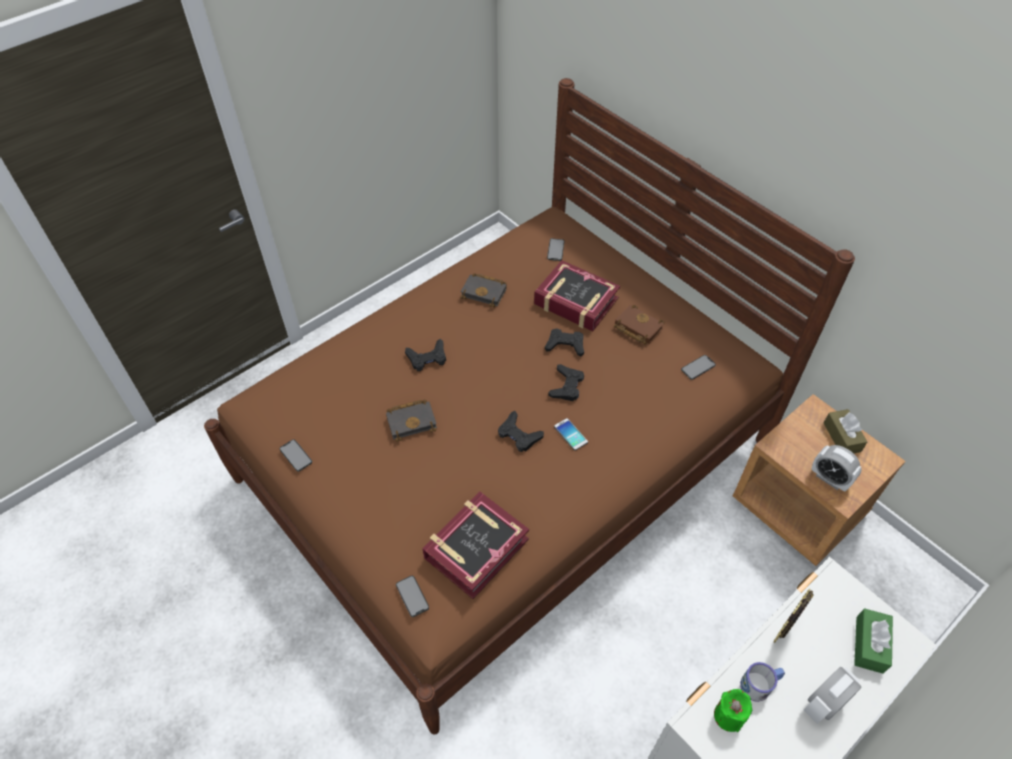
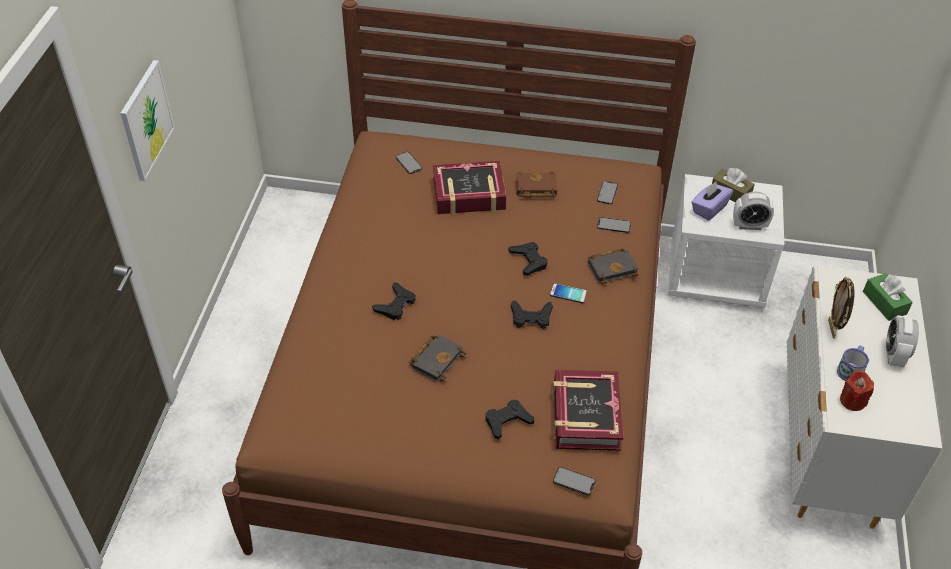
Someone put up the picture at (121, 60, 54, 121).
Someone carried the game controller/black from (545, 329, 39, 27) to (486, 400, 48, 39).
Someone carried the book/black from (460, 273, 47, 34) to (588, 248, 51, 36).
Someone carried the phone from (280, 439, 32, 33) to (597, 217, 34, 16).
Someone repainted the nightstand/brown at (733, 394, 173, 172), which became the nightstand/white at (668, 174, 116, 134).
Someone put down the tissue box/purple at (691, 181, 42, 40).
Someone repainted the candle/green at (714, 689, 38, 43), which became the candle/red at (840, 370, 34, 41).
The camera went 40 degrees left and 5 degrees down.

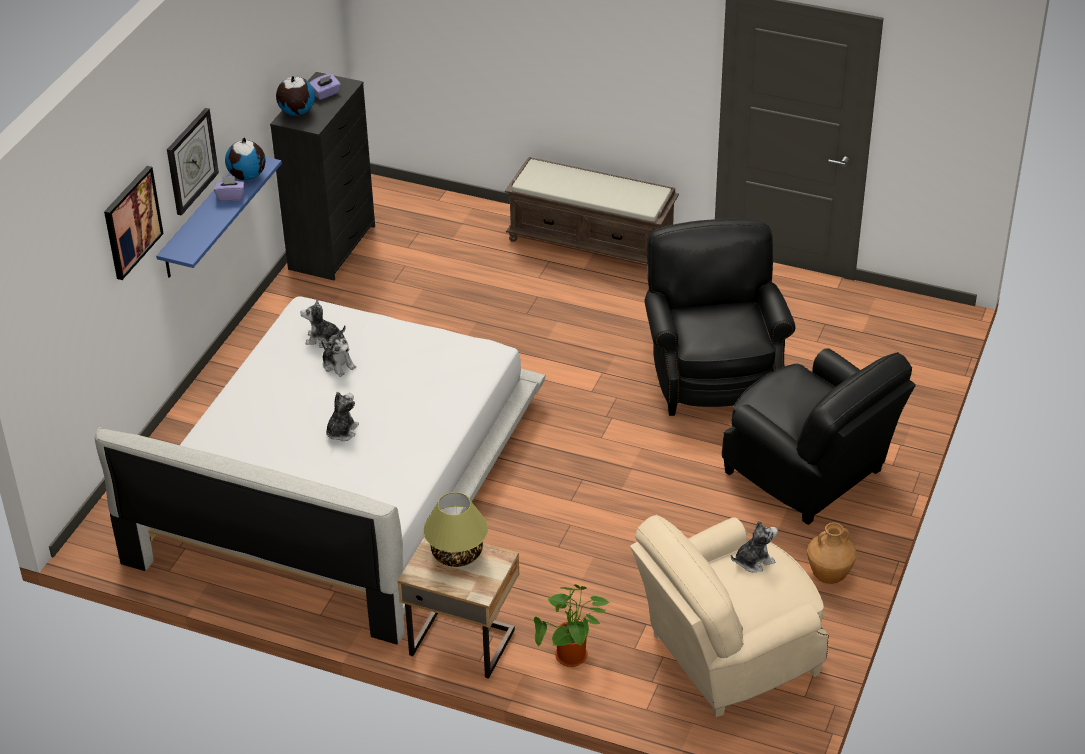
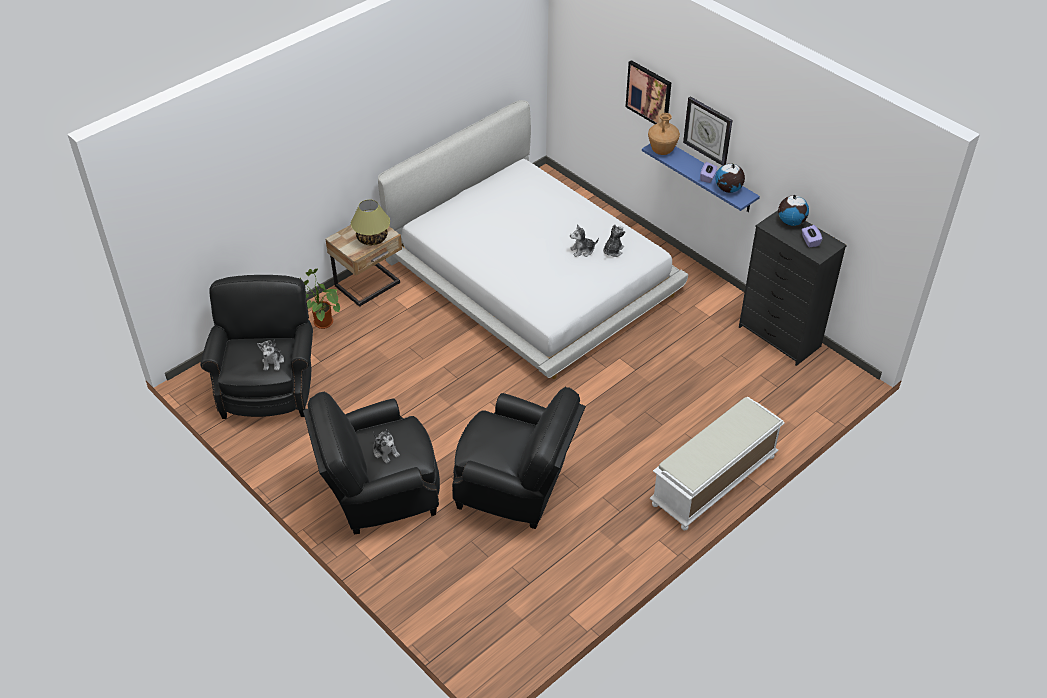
Someone repainted the armchair/beige at (630, 515, 199, 202), which became the armchair/black at (200, 275, 113, 144).
Someone carried the plush toy from (326, 392, 33, 49) to (373, 429, 27, 35).
Someone carried the vase/brown from (807, 522, 50, 62) to (648, 113, 32, 42).
Someone repainted the bench/brown at (505, 157, 174, 107), which became the bench/white at (650, 397, 135, 133).
The camera went 115 degrees right and 5 degrees up.

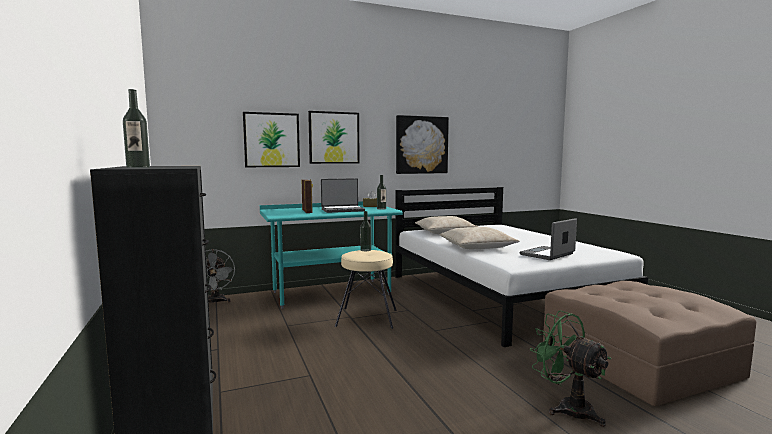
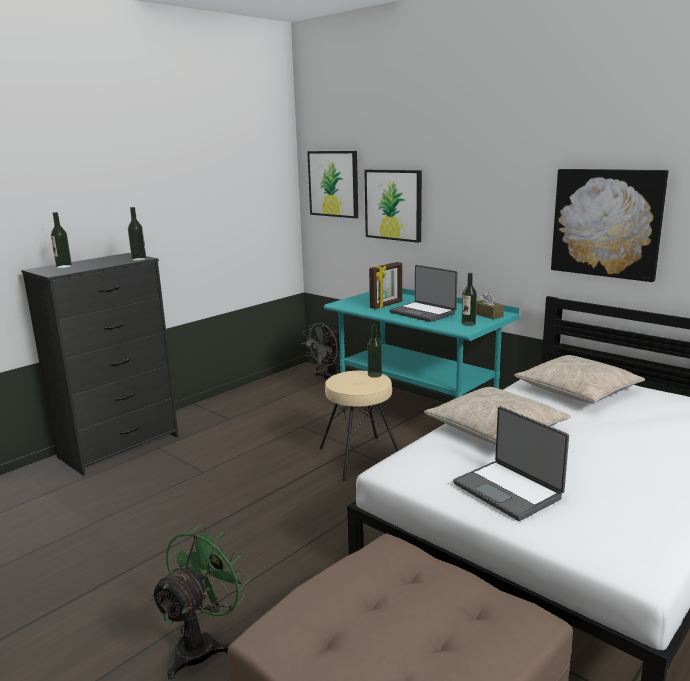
Someone put down the bottle at (128, 207, 18, 54).
Someone carried the picture from (308, 111, 52, 53) to (307, 151, 51, 67).
Someone rotated the laptop at (520, 218, 57, 42) by 150 degrees counterclockwise.
The camera went 65 degrees right and 10 degrees up.

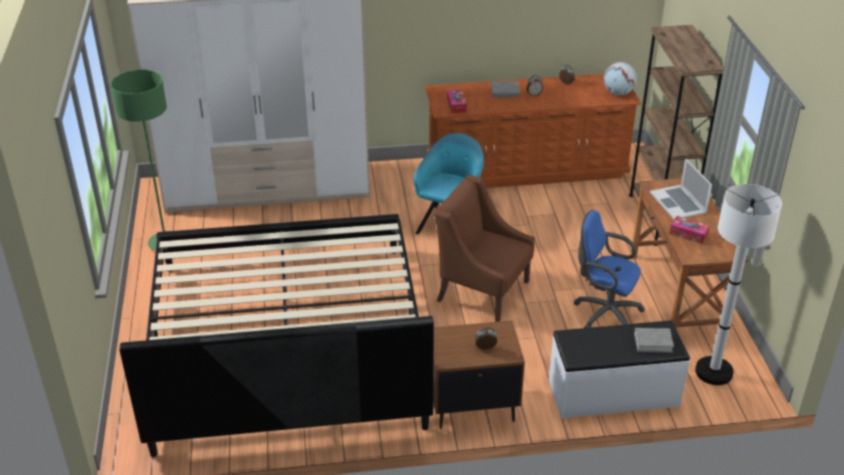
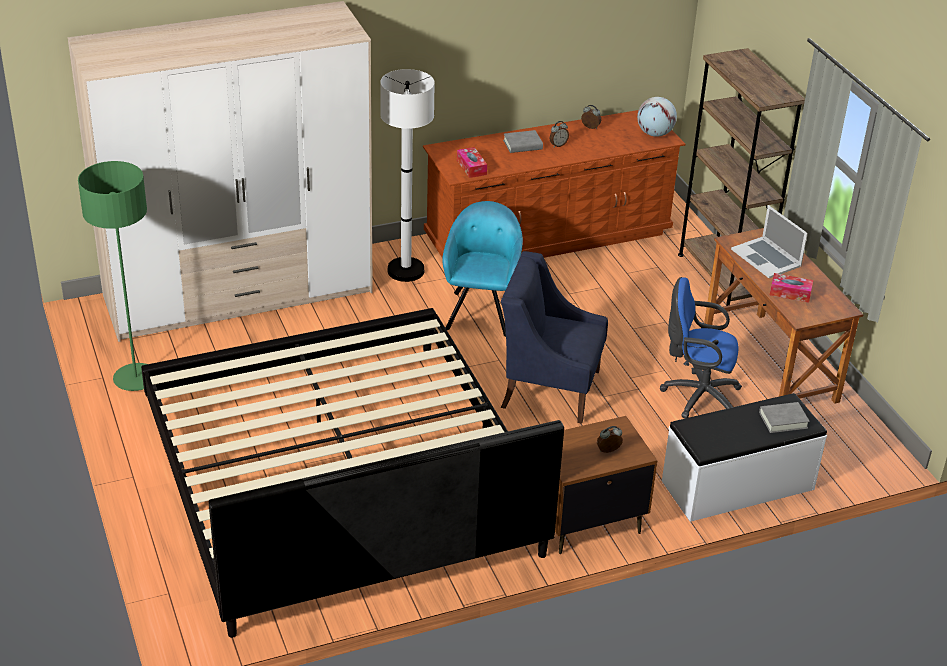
Someone carried the floor lamp/white from (695, 184, 87, 201) to (380, 69, 55, 213).
Someone repainted the armchair/brown at (434, 175, 101, 147), which became the armchair/blue at (501, 251, 107, 173).
The camera went 15 degrees left and 0 degrees up.

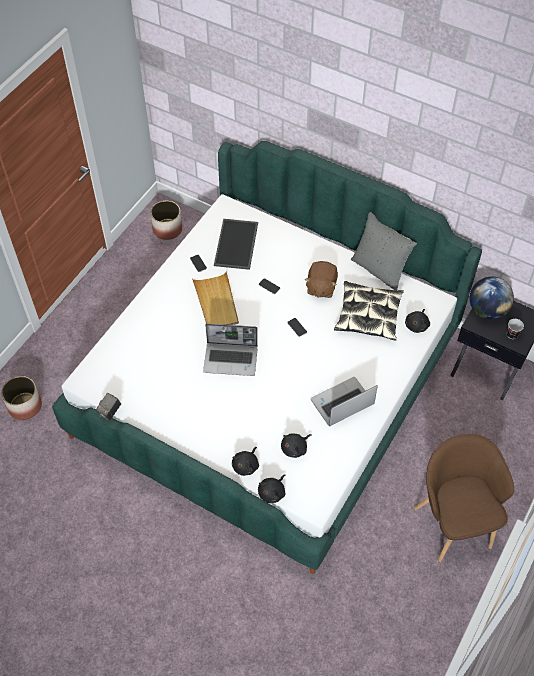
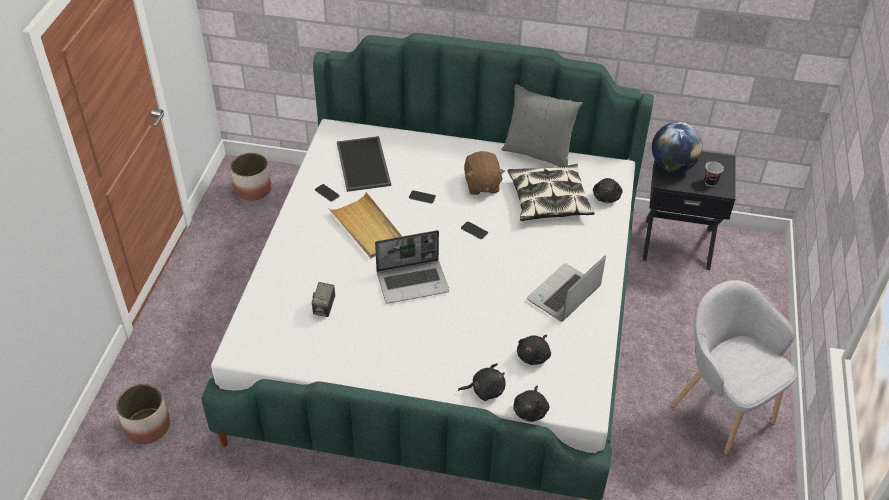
Someone carried the photo camera from (96, 393, 25, 28) to (312, 282, 23, 35).
Someone rotated the plush toy/black at (232, 447, 27, 29) by 105 degrees counterclockwise.
Someone repainted the armchair/brown at (414, 434, 100, 128), which became the armchair/grey at (670, 280, 127, 175).
The camera went 20 degrees left and 10 degrees down.

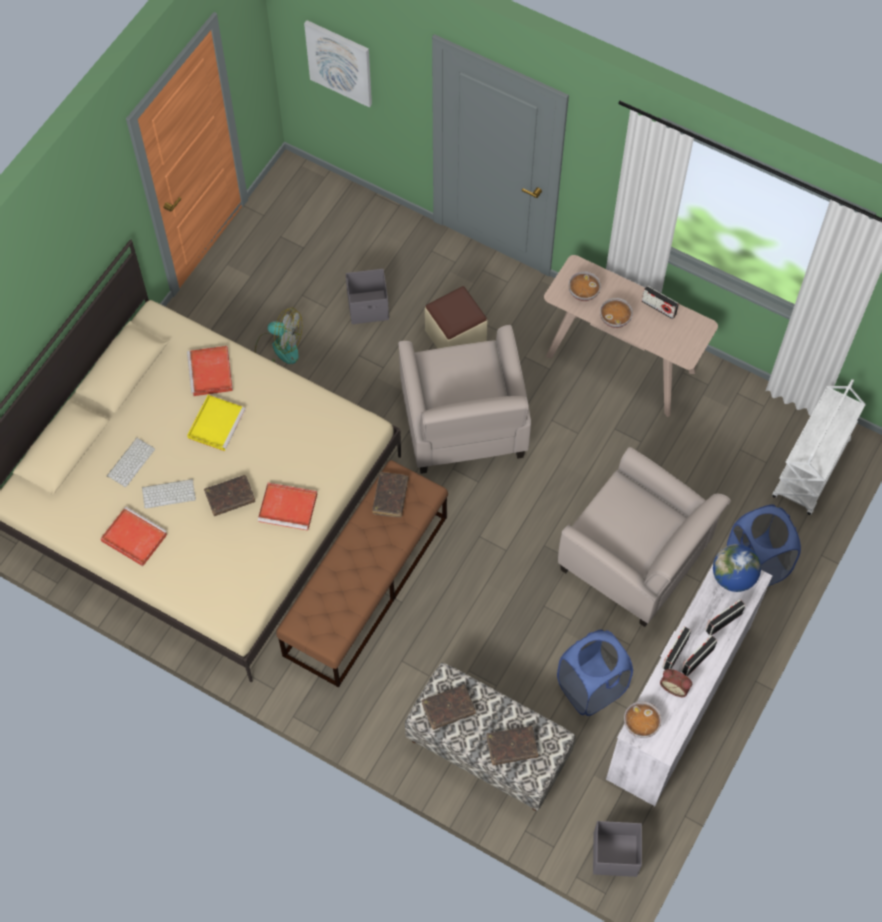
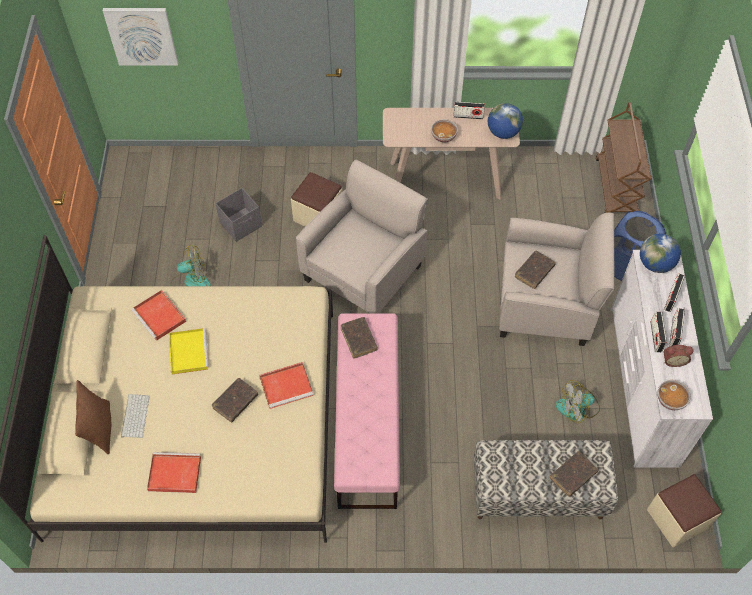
Someone put down the pillow/brown at (75, 380, 36, 75).
Someone rotated the armchair/beige at (398, 325, 133, 149) by 105 degrees counterclockwise.
Someone repainted the bench/brown at (276, 460, 172, 228), which became the bench/pink at (334, 313, 66, 196).
Someone put down the globe at (488, 103, 35, 36).
Someone carried the book/brown from (422, 685, 54, 45) to (515, 251, 41, 38).
Someone swapped the laundry basket/blue at (557, 630, 76, 86) for the fan at (556, 380, 44, 43).
Someone repainted the cart/white at (772, 379, 94, 136), which became the cart/brown at (596, 102, 55, 111).
Someone swapped the storage box/grey at (593, 821, 49, 56) for the ottoman/beige at (647, 474, 75, 74).
Someone took away the keyboard at (142, 479, 54, 30).
Someone took away the bowl at (568, 271, 33, 30).
The camera went 30 degrees left and 5 degrees down.

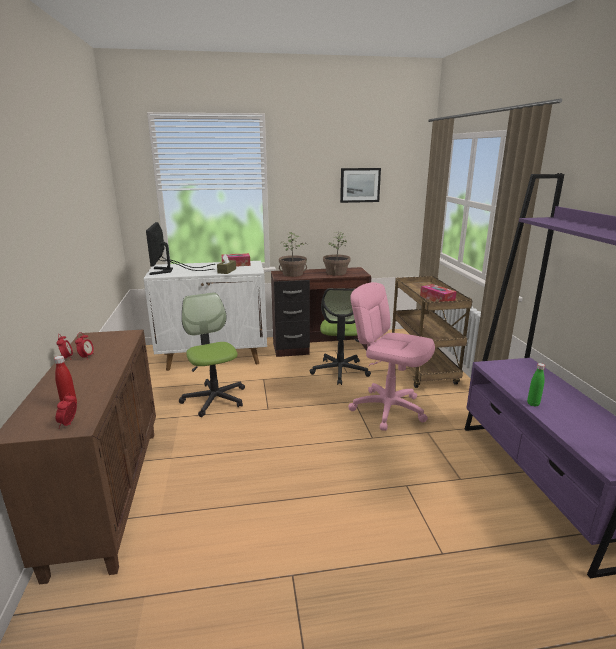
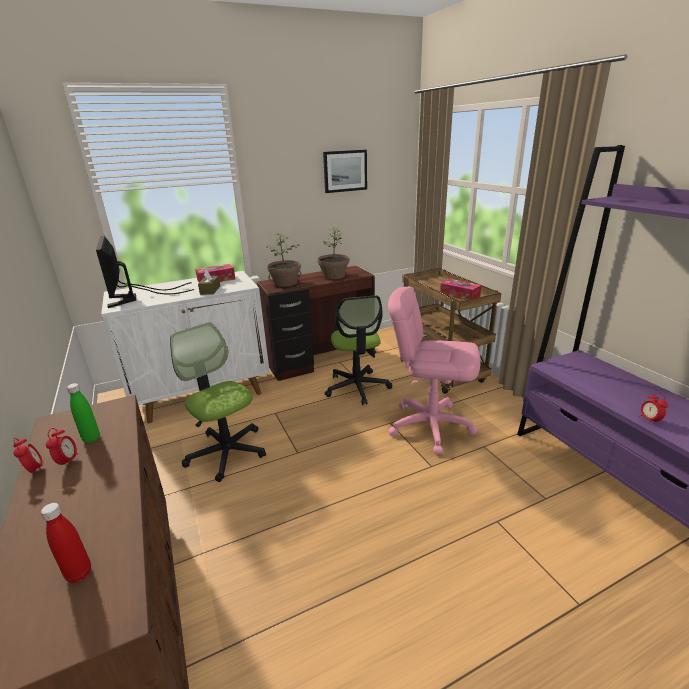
Someone carried the bottle/green from (527, 363, 18, 44) to (67, 383, 33, 60).
Someone carried the alarm clock from (56, 393, 21, 36) to (641, 393, 27, 32).
The camera went 15 degrees left and 5 degrees up.

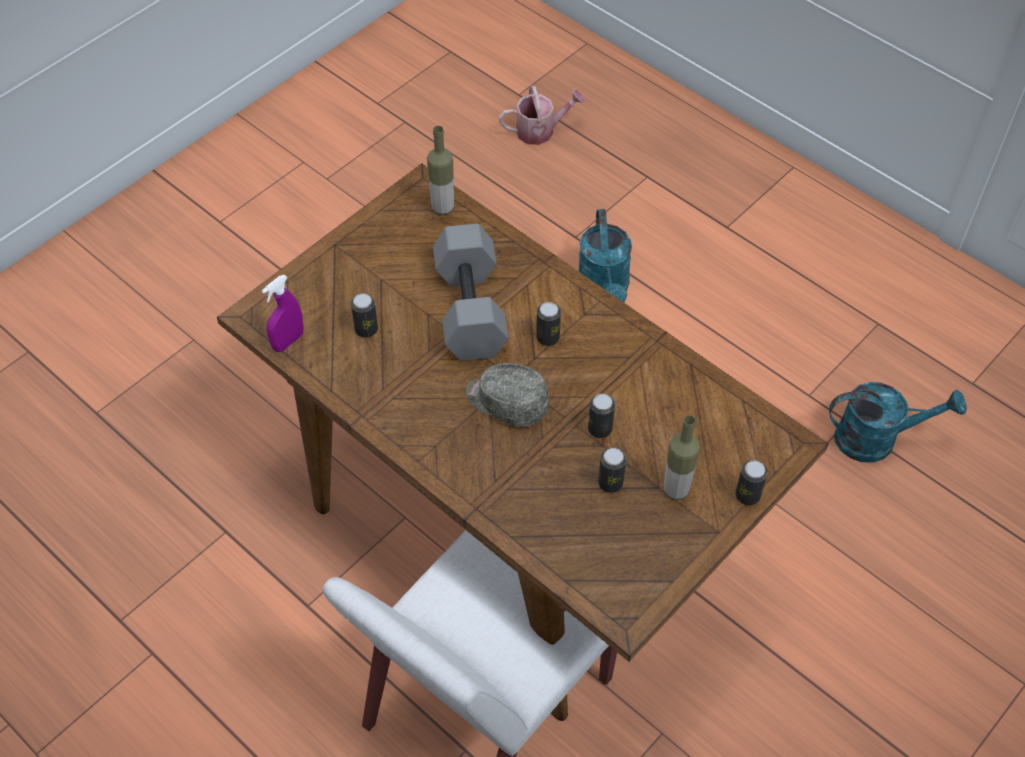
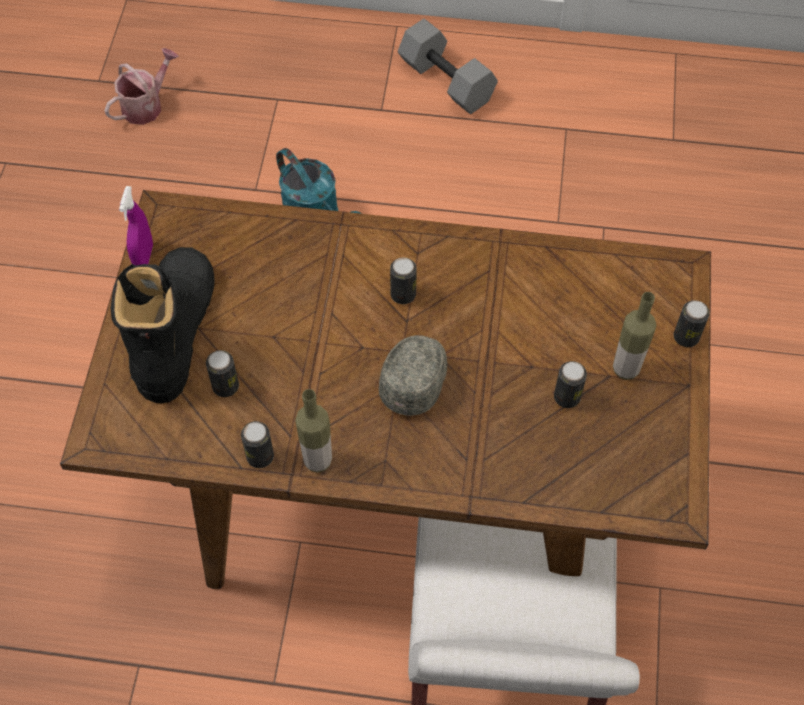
Someone put down the boot/black at (111, 247, 104, 157).
Someone carried the spray bottle/purple from (262, 275, 42, 77) to (119, 186, 34, 80).
Someone carried the can from (588, 394, 27, 44) to (241, 421, 33, 47).
Someone carried the bottle from (427, 126, 27, 89) to (295, 389, 37, 84).
Someone rotated the cap/grey at (466, 363, 84, 64) by 120 degrees clockwise.
Someone carried the dumbbell/grey from (433, 224, 76, 137) to (398, 19, 100, 95).
Someone took away the watering can/turquoise at (829, 382, 138, 81).
The camera went 35 degrees left and 5 degrees up.

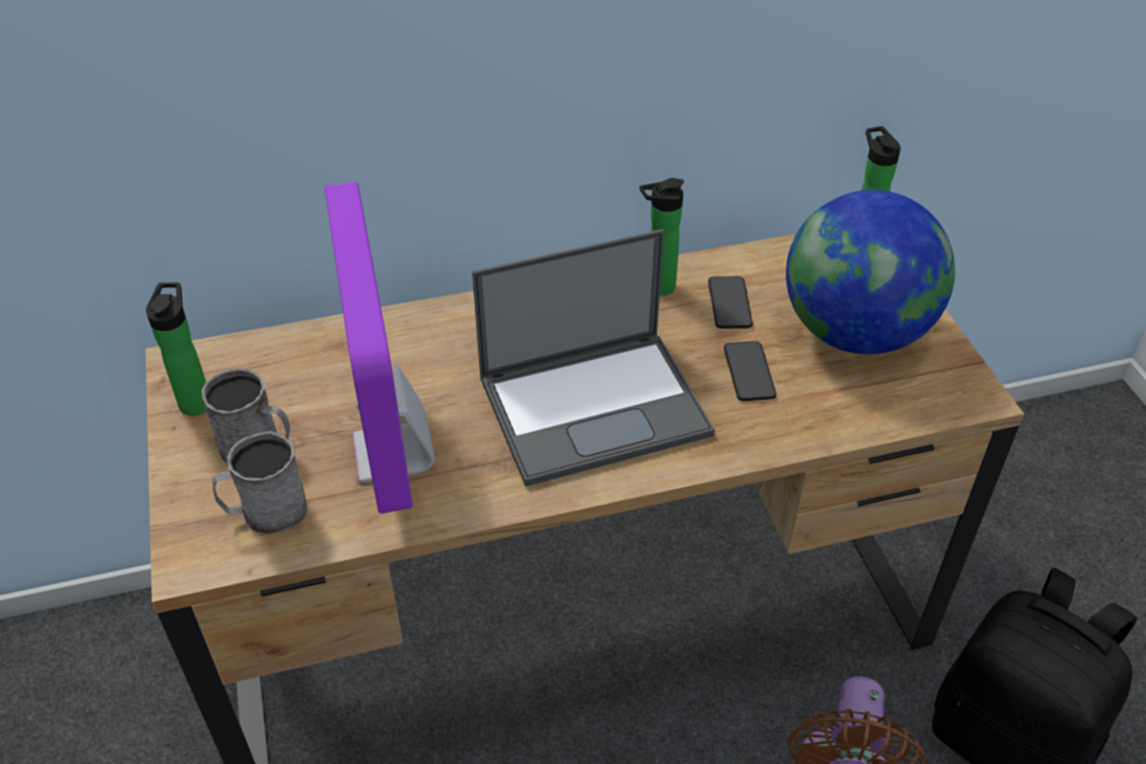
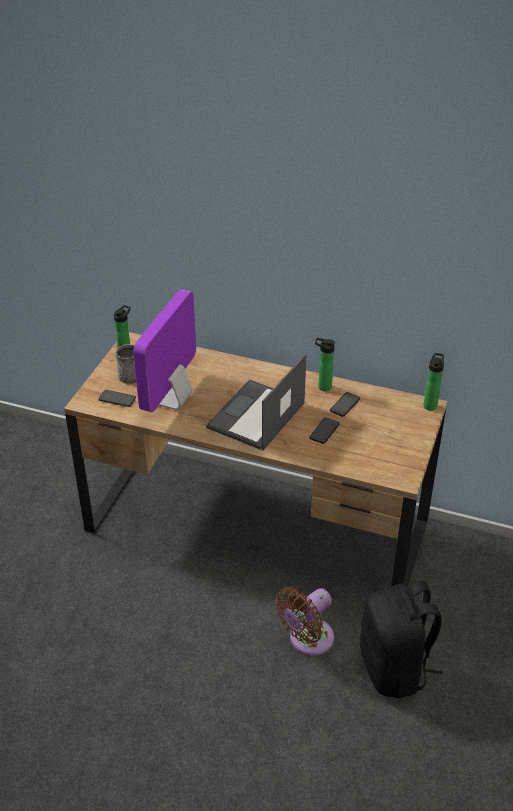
Someone swapped the mug/grey at (212, 431, 96, 104) for the phone at (99, 390, 37, 17).
Someone rotated the laptop at (472, 229, 243, 258) by 105 degrees clockwise.
Someone took away the globe at (786, 190, 169, 164).
The camera went 35 degrees right and 5 degrees down.

